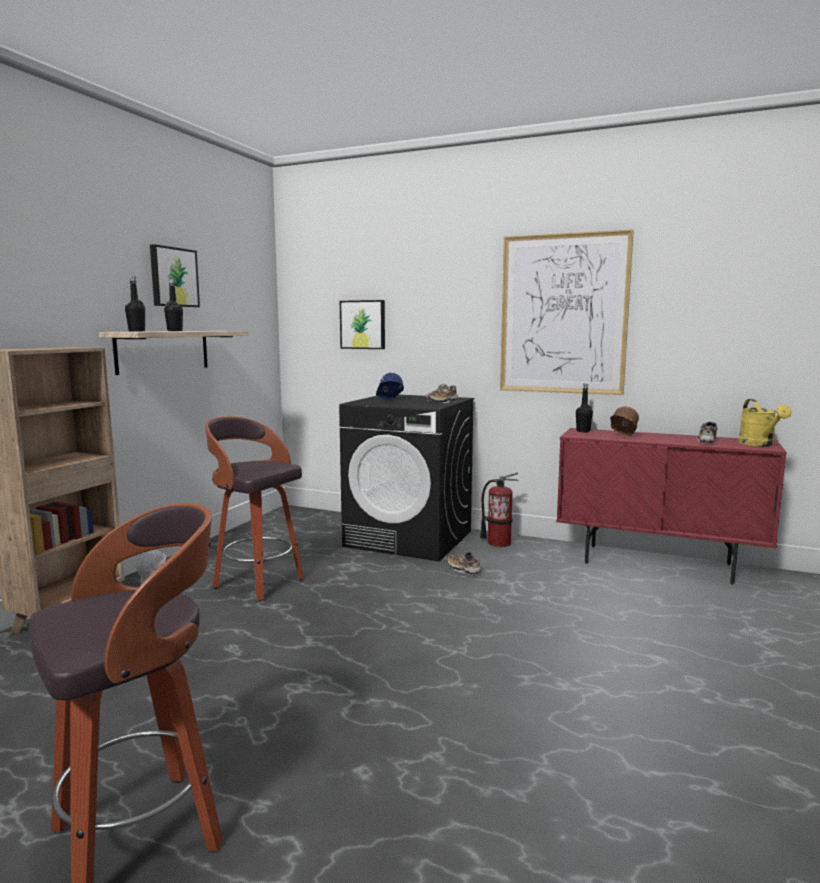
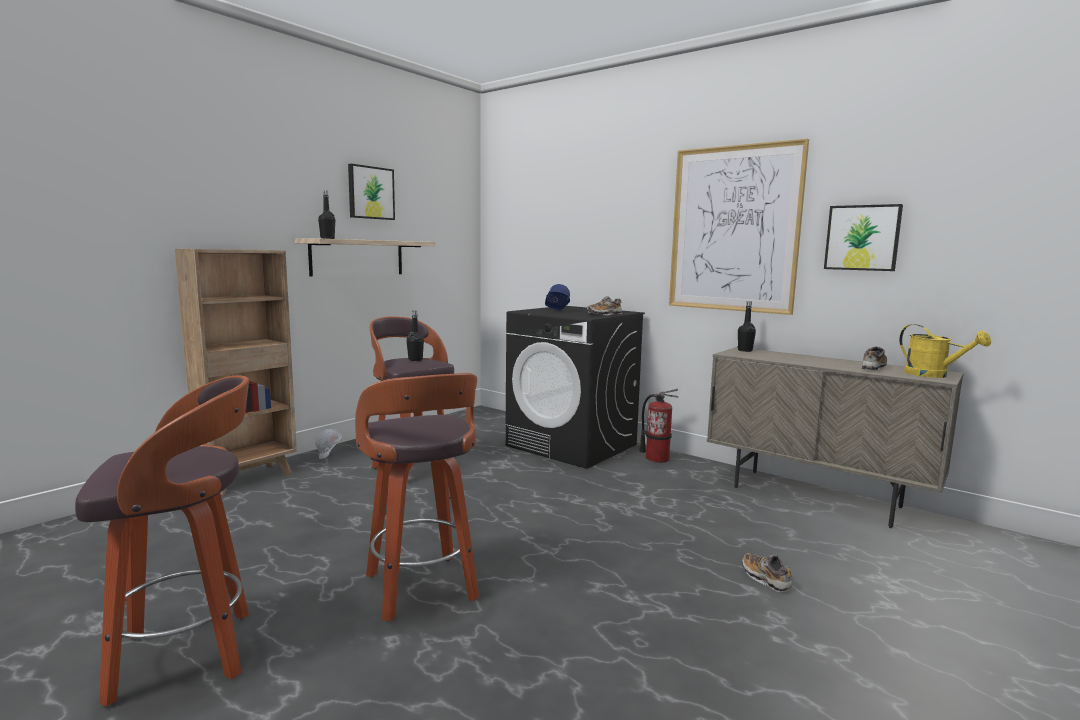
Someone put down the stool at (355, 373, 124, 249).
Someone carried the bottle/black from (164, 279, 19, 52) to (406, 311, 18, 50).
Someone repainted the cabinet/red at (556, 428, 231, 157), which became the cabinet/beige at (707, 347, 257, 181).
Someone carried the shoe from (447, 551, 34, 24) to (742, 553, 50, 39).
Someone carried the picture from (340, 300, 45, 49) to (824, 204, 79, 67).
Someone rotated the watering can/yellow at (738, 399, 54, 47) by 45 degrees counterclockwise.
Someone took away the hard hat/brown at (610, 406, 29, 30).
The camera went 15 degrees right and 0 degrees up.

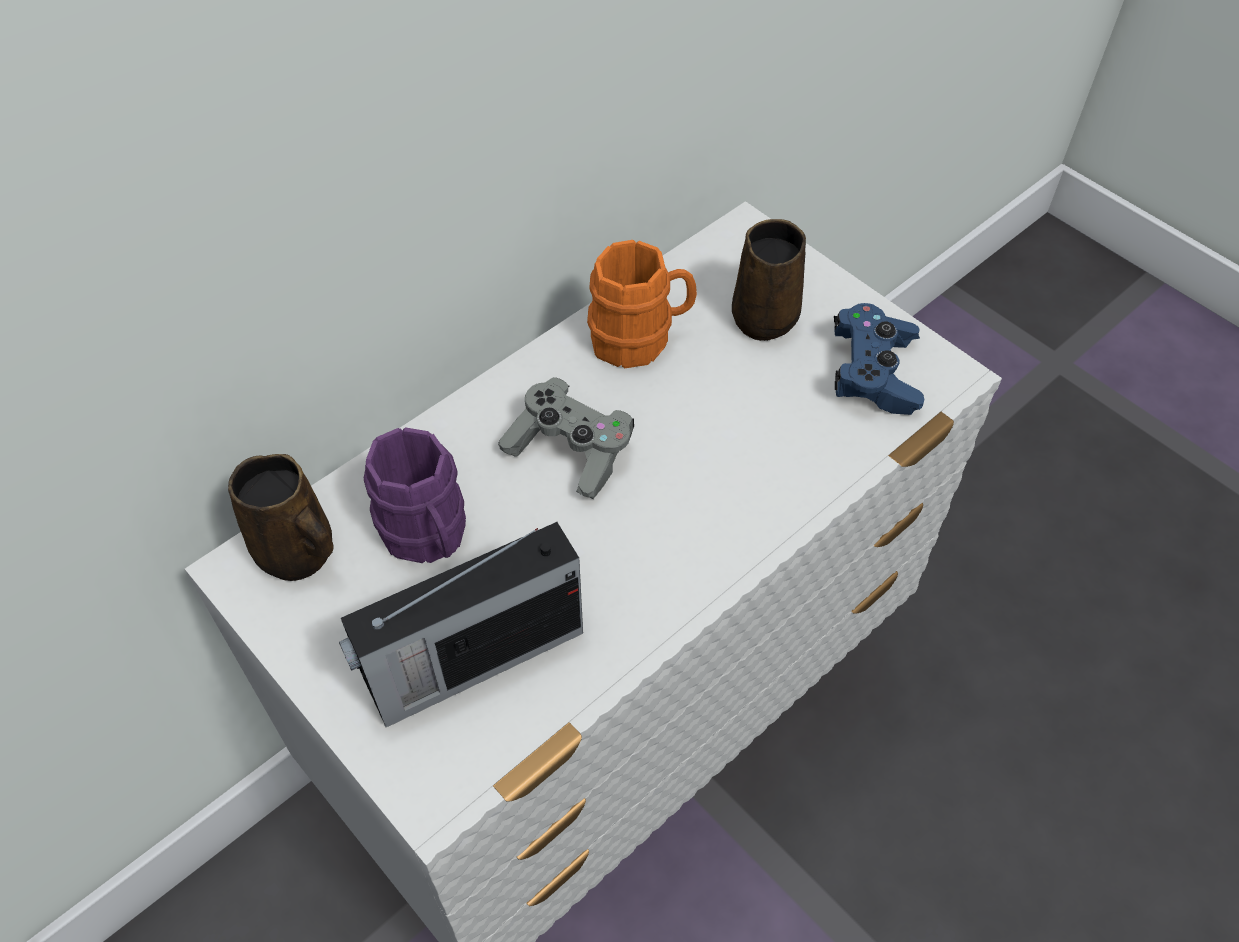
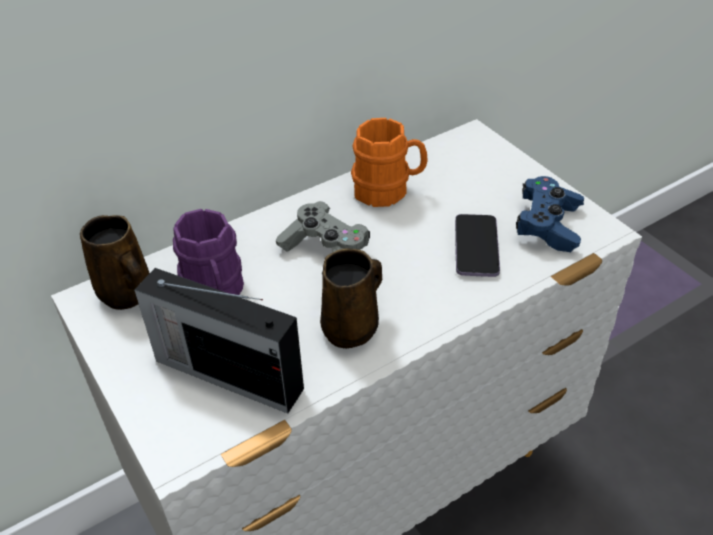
Someone rotated the radio at (339, 522, 244, 205) by 45 degrees clockwise.
Someone carried the mug/brown from (732, 219, 74, 122) to (320, 248, 62, 101).
Someone put down the phone at (455, 214, 45, 63).
The camera went 10 degrees right and 10 degrees down.

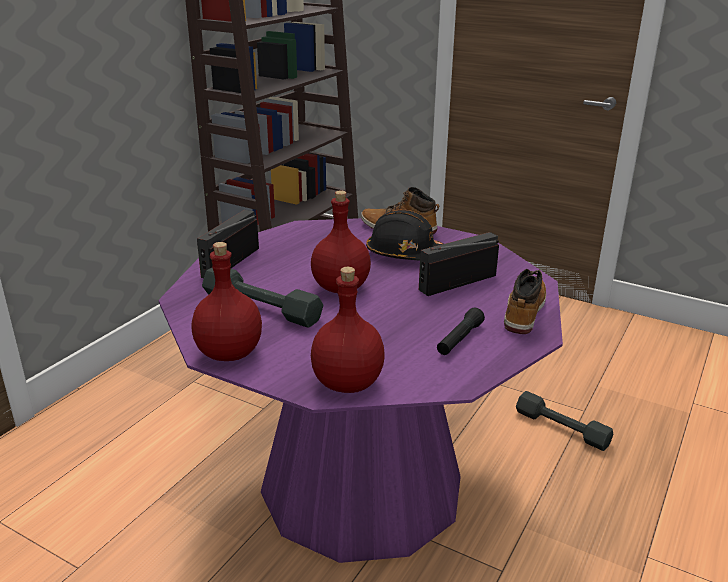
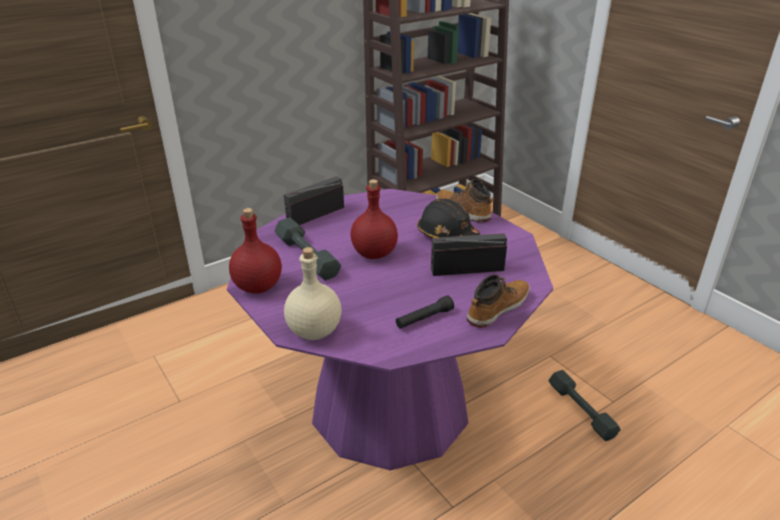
Someone repainted the bottle/red at (311, 267, 74, 126), which became the bottle/beige at (284, 247, 58, 93).
The camera went 25 degrees right and 5 degrees up.

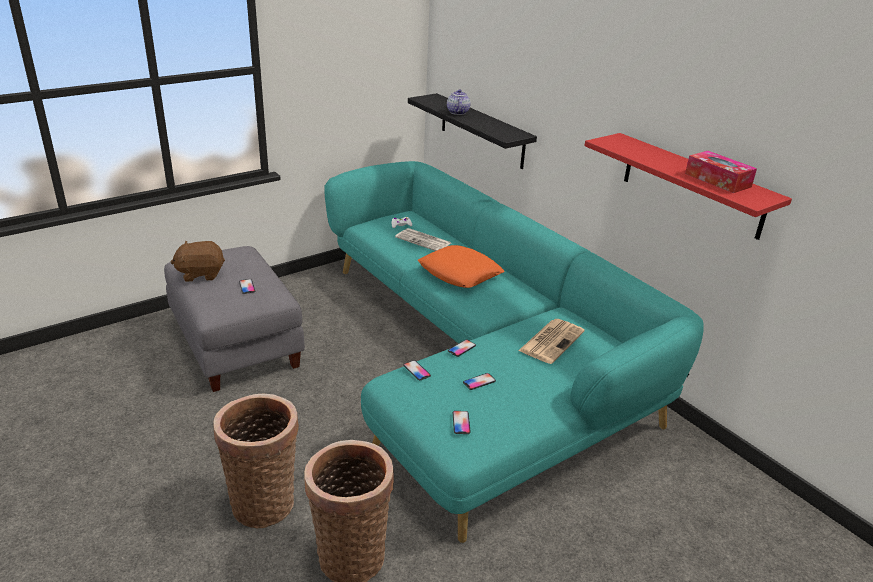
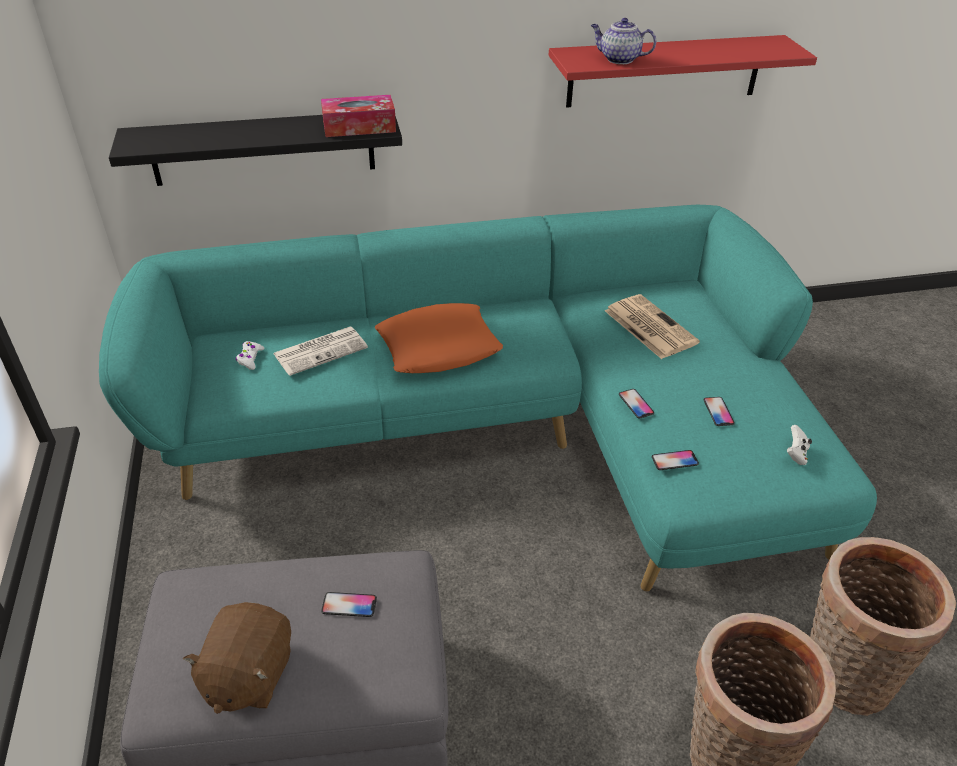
Someone carried the tissue box from (685, 151, 72, 42) to (321, 95, 75, 42).
Someone carried the teapot from (447, 89, 24, 26) to (591, 18, 65, 46).
Someone swapped the phone at (453, 411, 18, 23) for the game controller/white at (787, 425, 25, 40).
The camera went 65 degrees left and 10 degrees up.

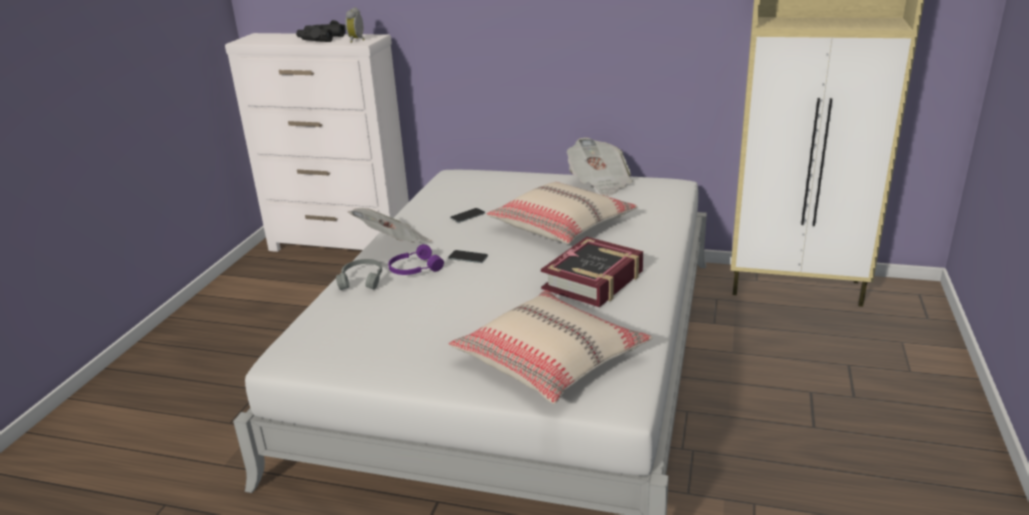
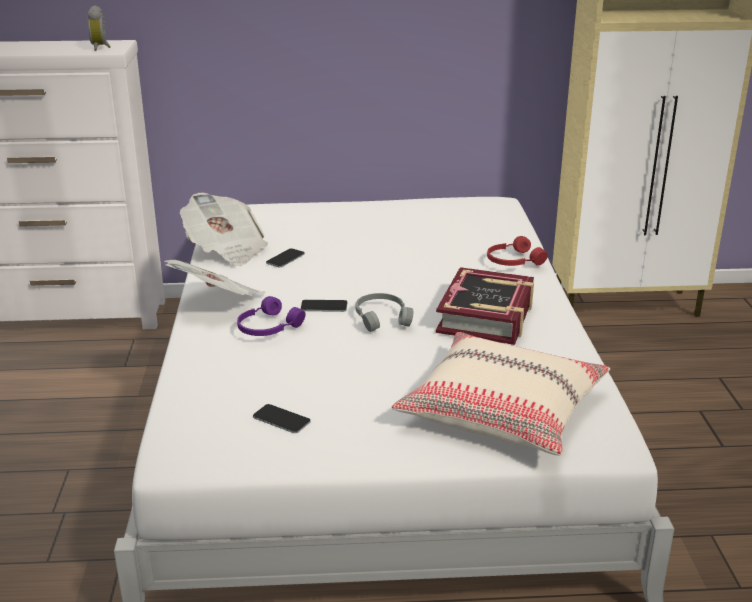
Someone carried the newspaper from (567, 138, 66, 58) to (180, 193, 88, 73).
Someone put down the phone at (253, 404, 58, 29).
Someone carried the headphones/grey from (336, 259, 46, 31) to (356, 293, 57, 39).
Someone put down the headphones/red at (487, 236, 61, 30).
Someone took away the binoculars/black at (296, 20, 49, 22).
Someone took away the pillow/beige at (487, 182, 151, 62).
The camera went 20 degrees left and 0 degrees up.

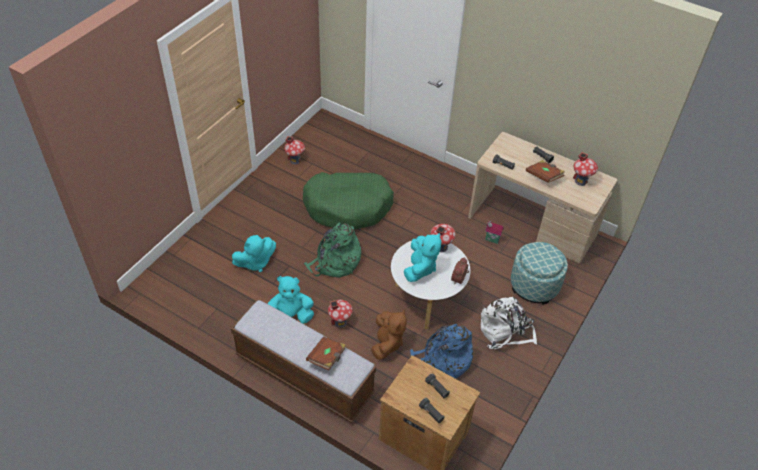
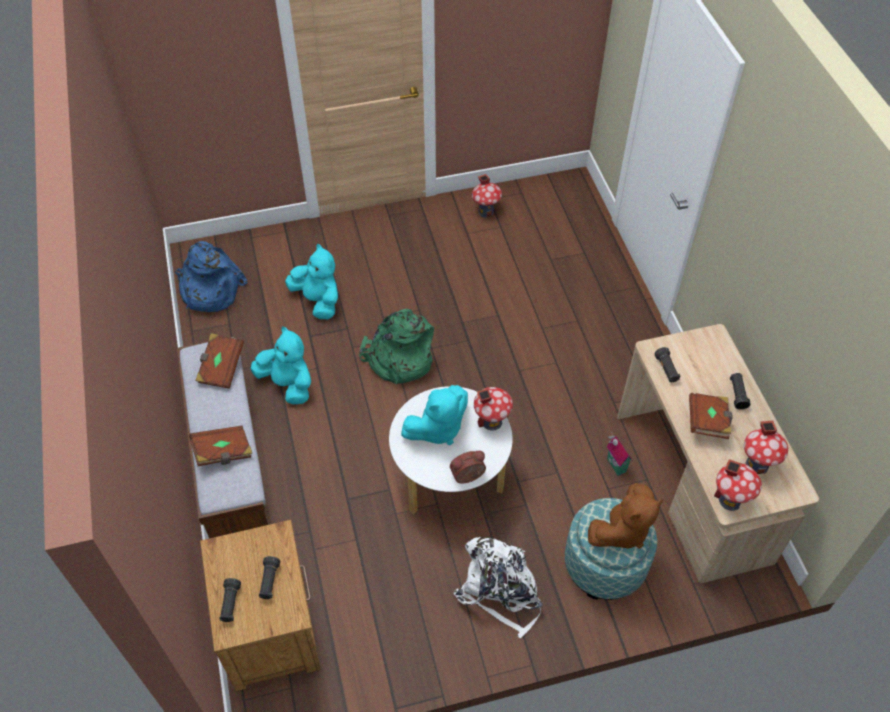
Someone carried the backpack/blue from (410, 324, 63, 55) to (175, 241, 72, 71).
Someone put down the book/brown at (195, 333, 49, 56).
Someone rotated the plush toy/turquoise at (232, 235, 44, 37) by 150 degrees counterclockwise.
Someone carried the plush toy/brown from (371, 310, 36, 50) to (588, 483, 75, 66).
Someone carried the toy house from (328, 300, 25, 28) to (714, 459, 48, 52).
Someone took away the dog bed/green at (303, 172, 91, 58).
The camera went 45 degrees right and 5 degrees up.

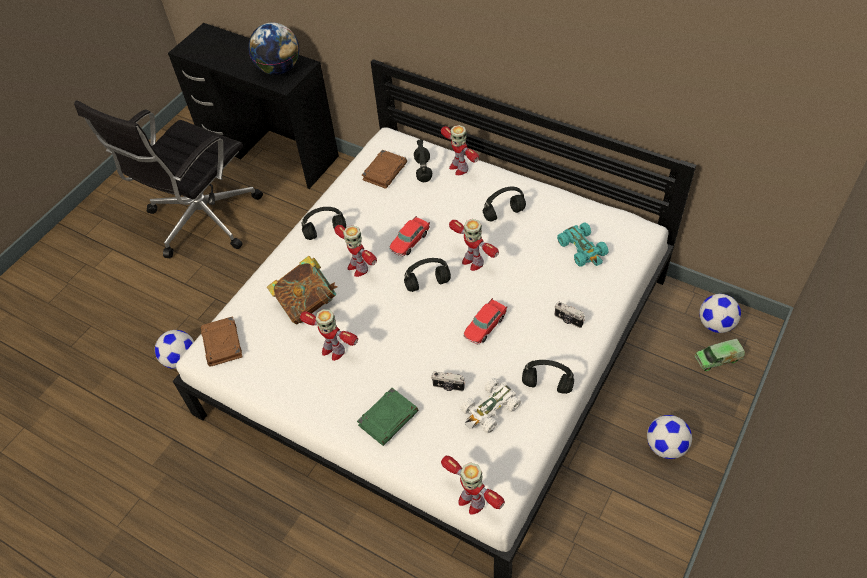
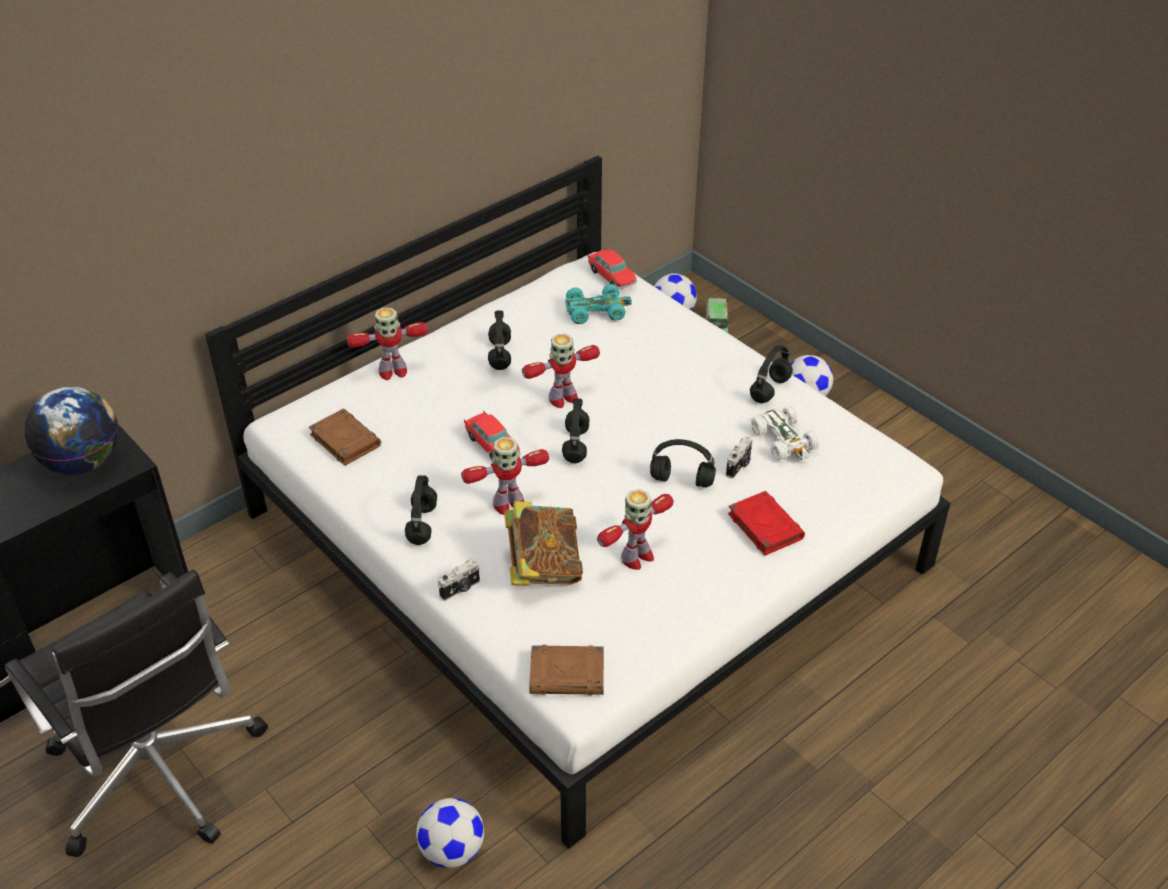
Someone carried the photo camera from (555, 302, 30, 26) to (438, 559, 42, 42).
Someone carried the toy car from (463, 298, 44, 47) to (588, 248, 49, 41).
Someone carried the headphones/black from (414, 139, 18, 43) to (650, 439, 66, 48).
Someone repainted the book/green at (357, 388, 62, 58), which became the book/red at (728, 491, 77, 65).
Someone took away the toy robot at (441, 456, 64, 59).
The camera went 75 degrees left and 10 degrees down.

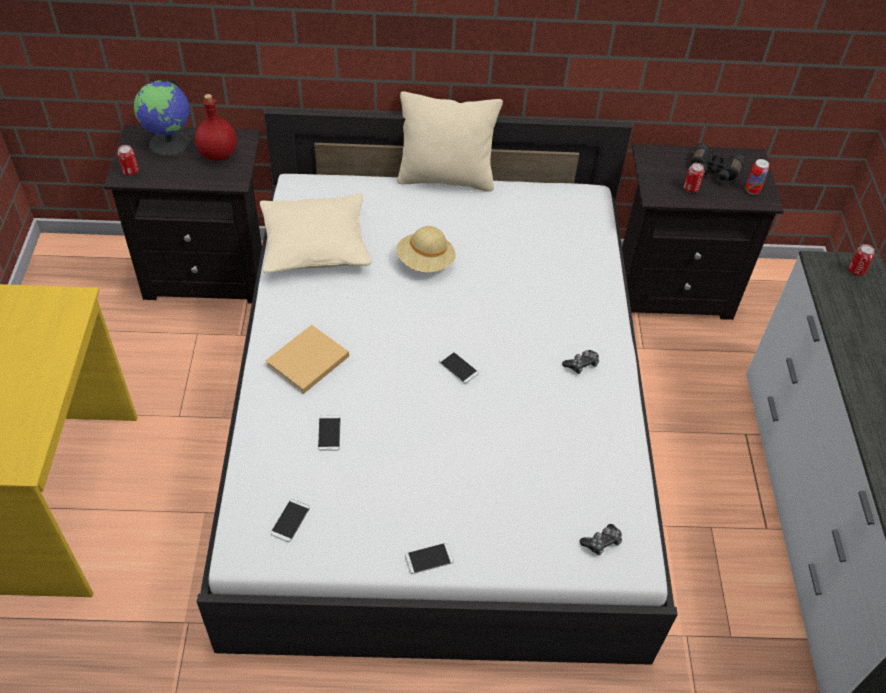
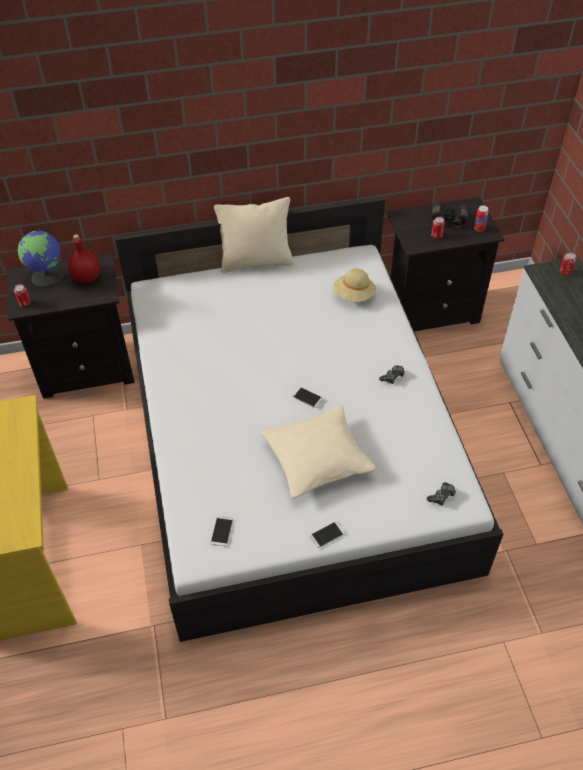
Someone carried the pillow/beige from (260, 193, 112, 80) to (261, 405, 115, 93).
Someone carried the hat/beige from (396, 226, 59, 46) to (333, 269, 43, 33).
Someone took away the book/beige at (266, 325, 83, 69).
Someone took away the phone at (318, 416, 23, 35).
The camera went 10 degrees left and 0 degrees up.

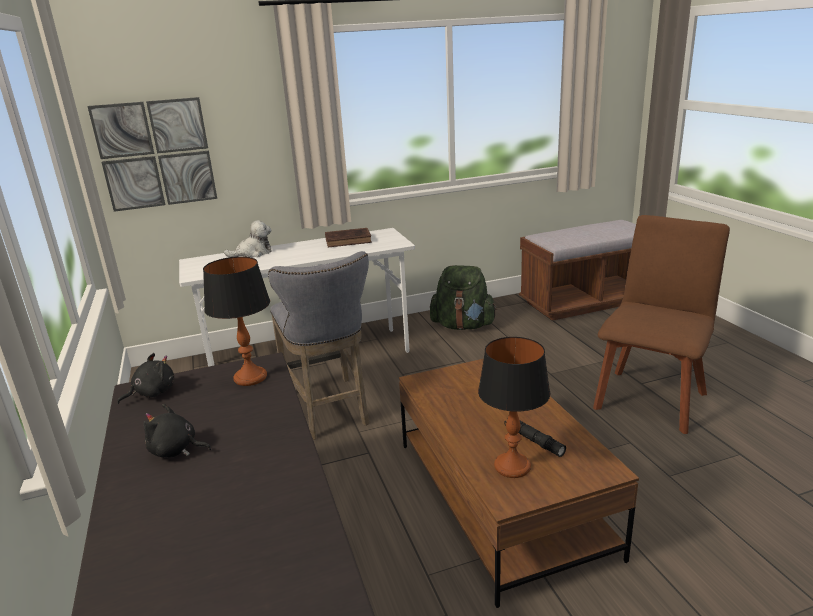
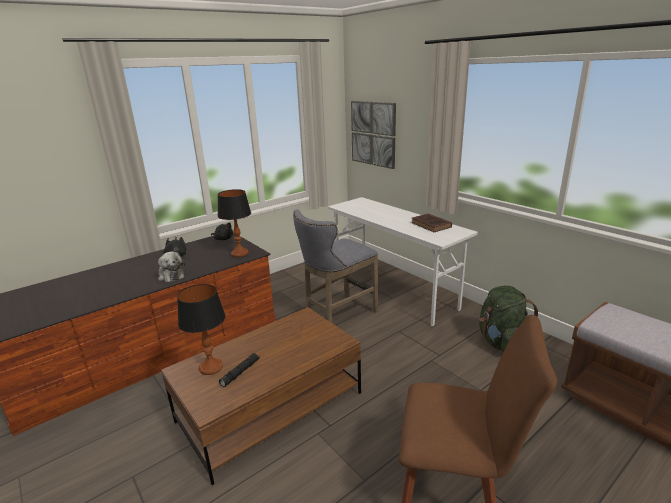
Someone carried the plush toy from (224, 220, 48, 37) to (158, 251, 27, 31).
The camera went 70 degrees right and 0 degrees up.

